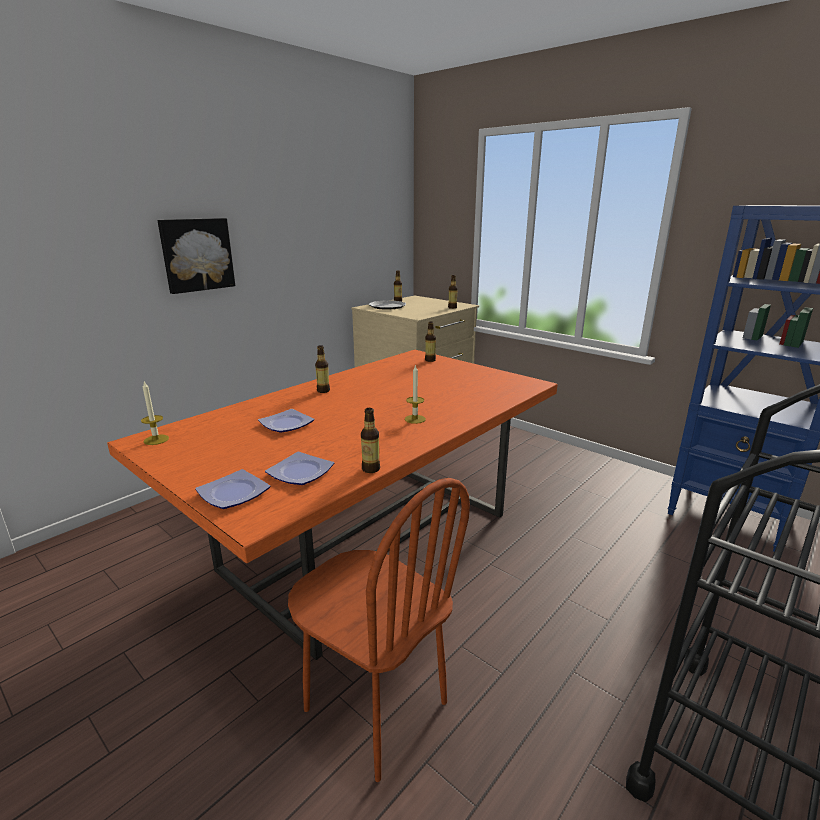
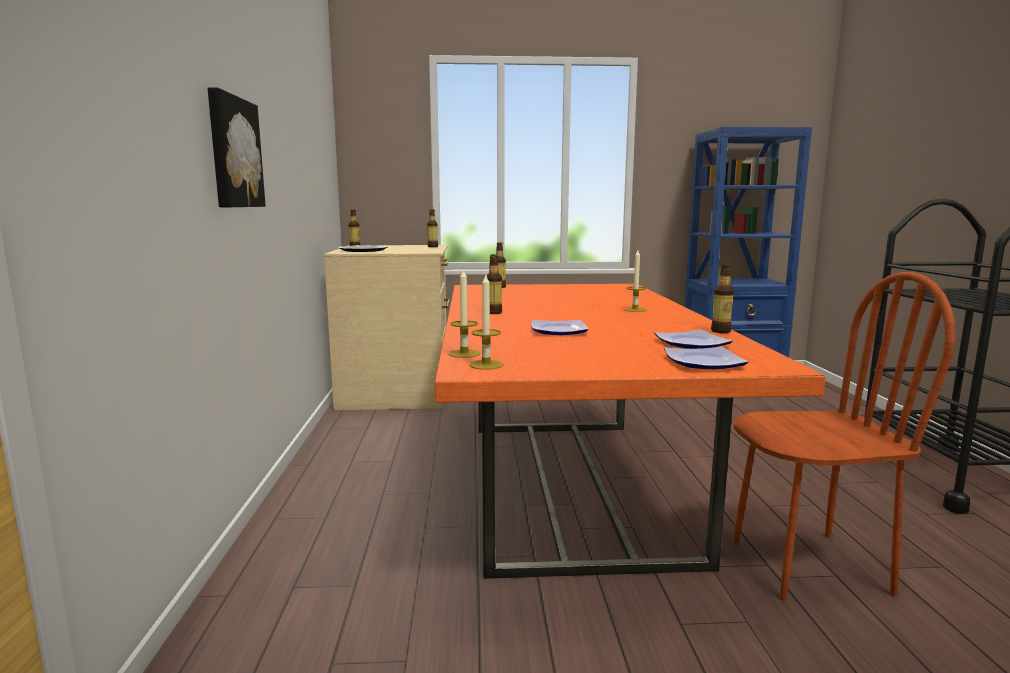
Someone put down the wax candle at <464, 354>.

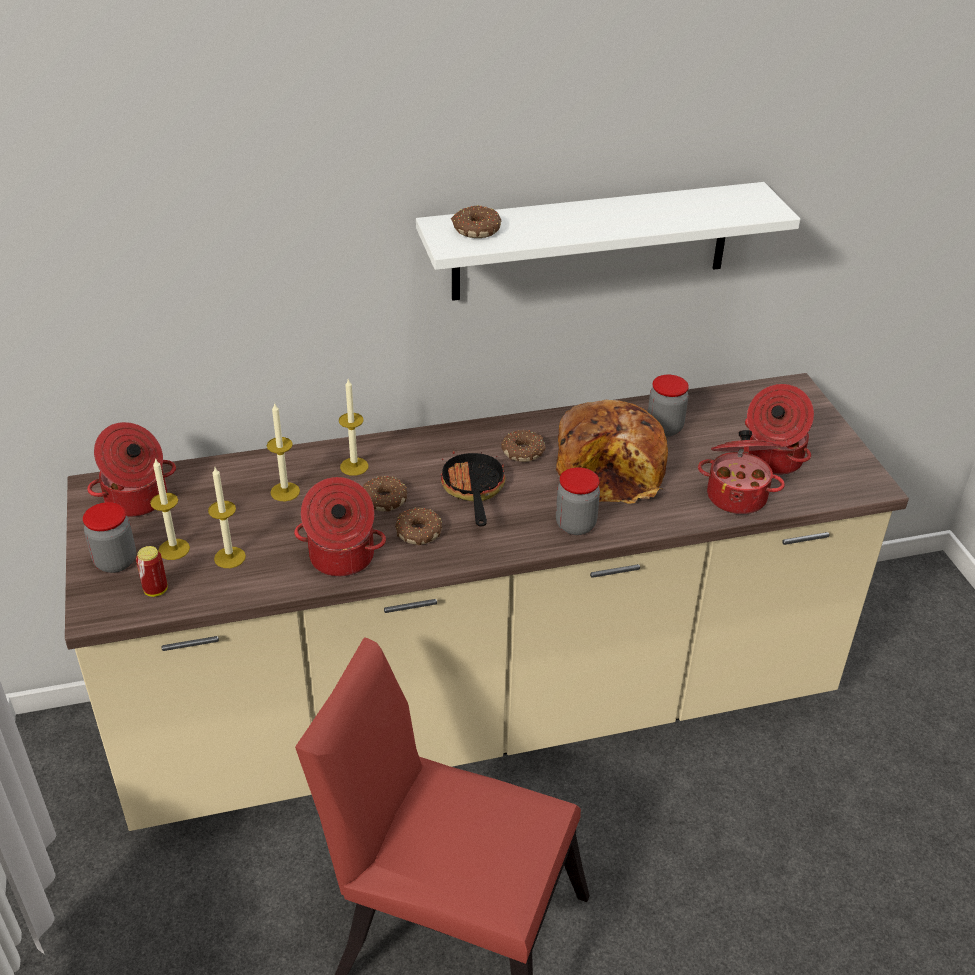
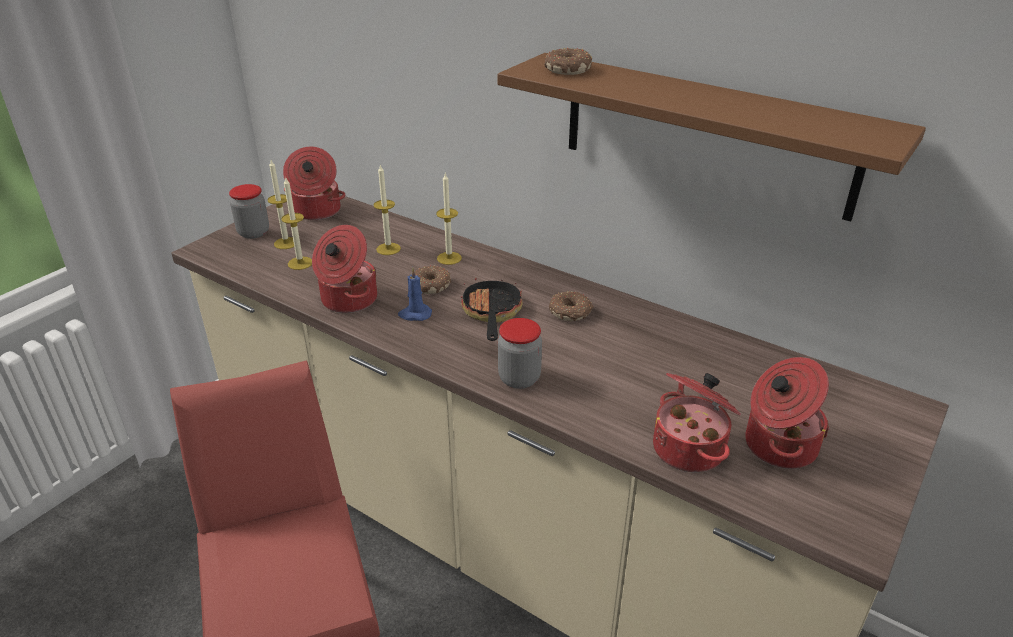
Someone repainted the wall shelf/white-coloured at <592, 241>, which became the wall shelf/brown at <705, 134>.
Someone took away the preserve jar at <664, 428>.
Someone took away the bread at <612, 468>.
Someone rotated the pan at <473, 491> by 45 degrees counterclockwise.
Someone swapped the doughnut at <418, 531> for the wax candle/blue-coloured at <415, 314>.
Someone took away the metal can at <156, 590>.

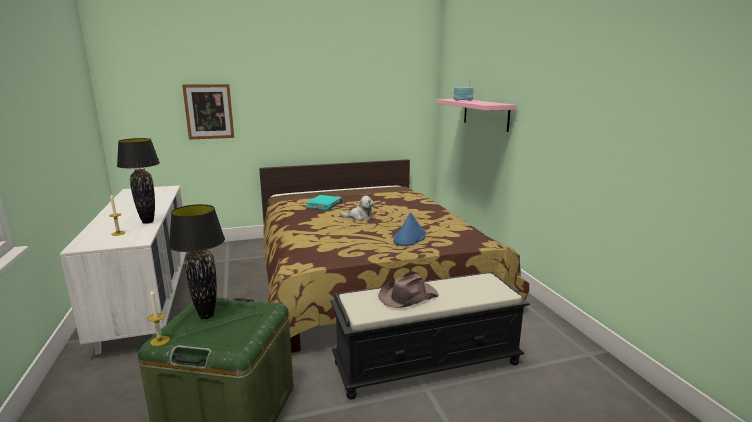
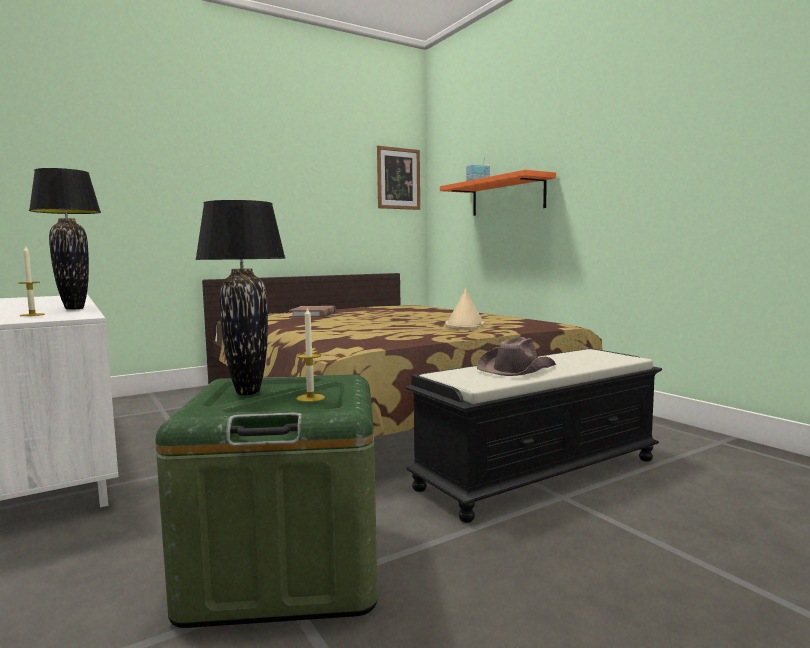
Someone carried the wall picture from <209, 111> to <398, 178>.
Someone repainted the wall shelf/pink-coloured at <485, 114>, which became the wall shelf/orangey at <507, 196>.
Someone repainted the volume/blue-green at <324, 204>, which became the volume/brown at <313, 314>.
Someone took away the soft toy at <359, 217>.
Someone repainted the hat/blue-coloured at <409, 238>, which became the hat/beige at <465, 325>.
Someone carried the wax candle from <160, 341> to <310, 398>.

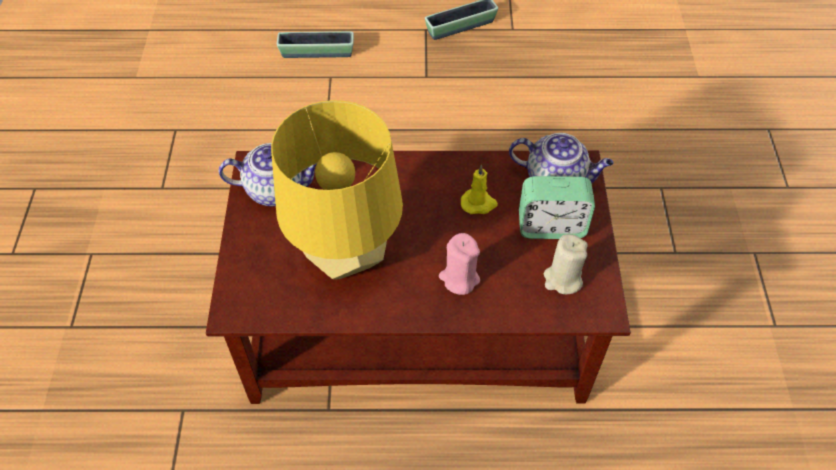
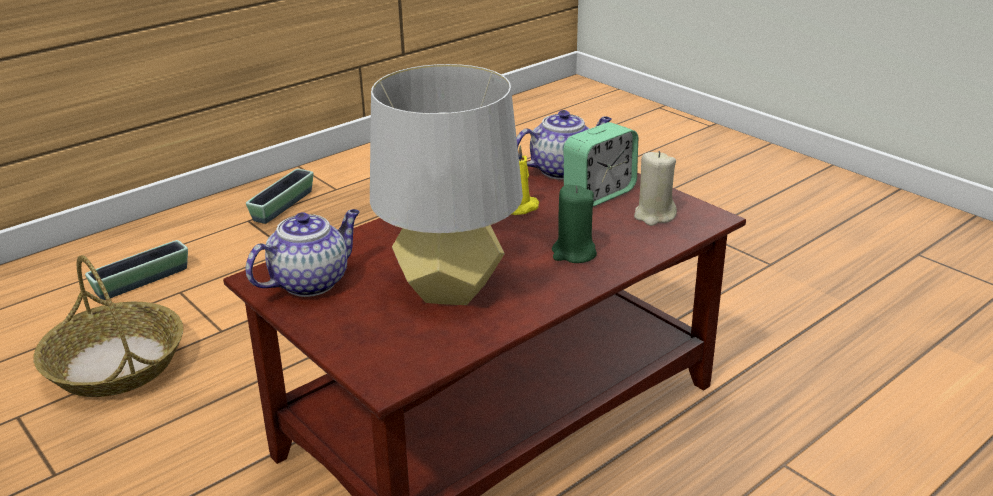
Someone repainted the table lamp/yellow-coloured at <346, 257>, which became the table lamp/grey at <451, 289>.
Someone repainted the wax candle/pink-coloured at <459, 278>, which became the wax candle/green-coloured at <573, 253>.
Someone put down the household basket at <115, 364>.

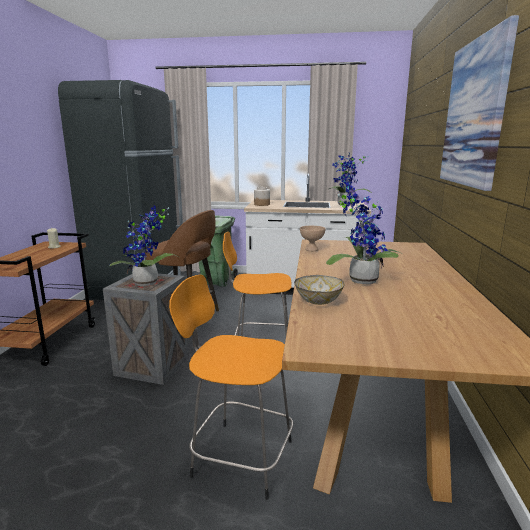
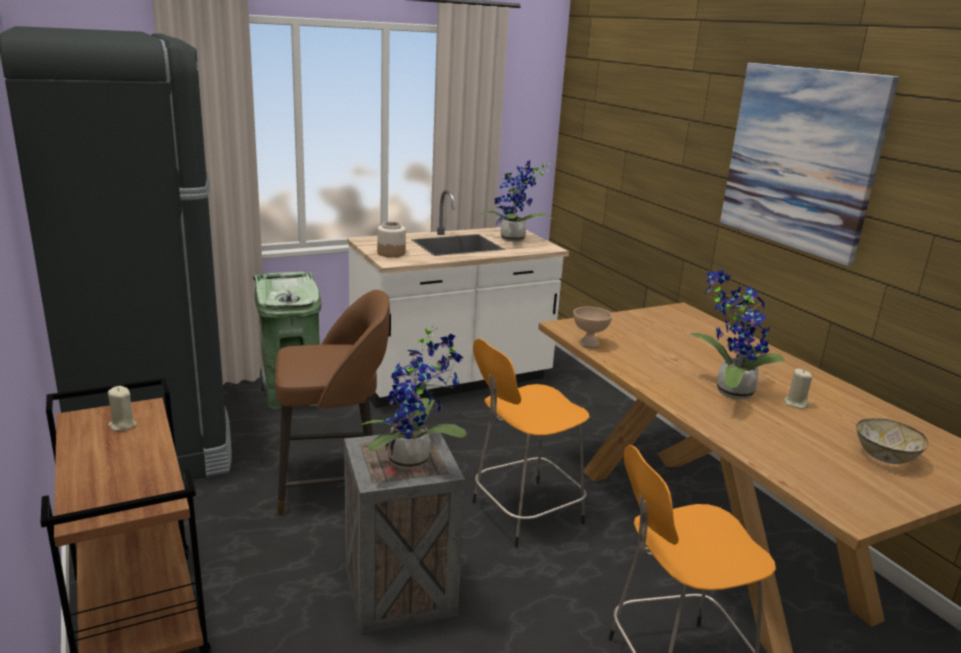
Someone carried the serving bowl from <317, 301> to <884, 457>.
Someone put down the wax candle/beige at <795, 404>.

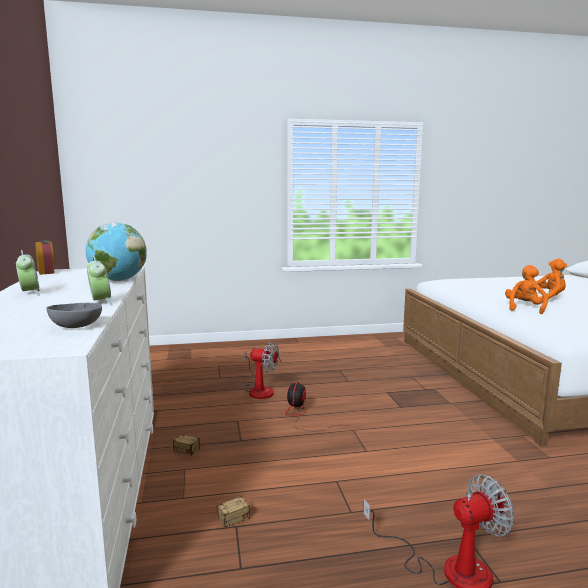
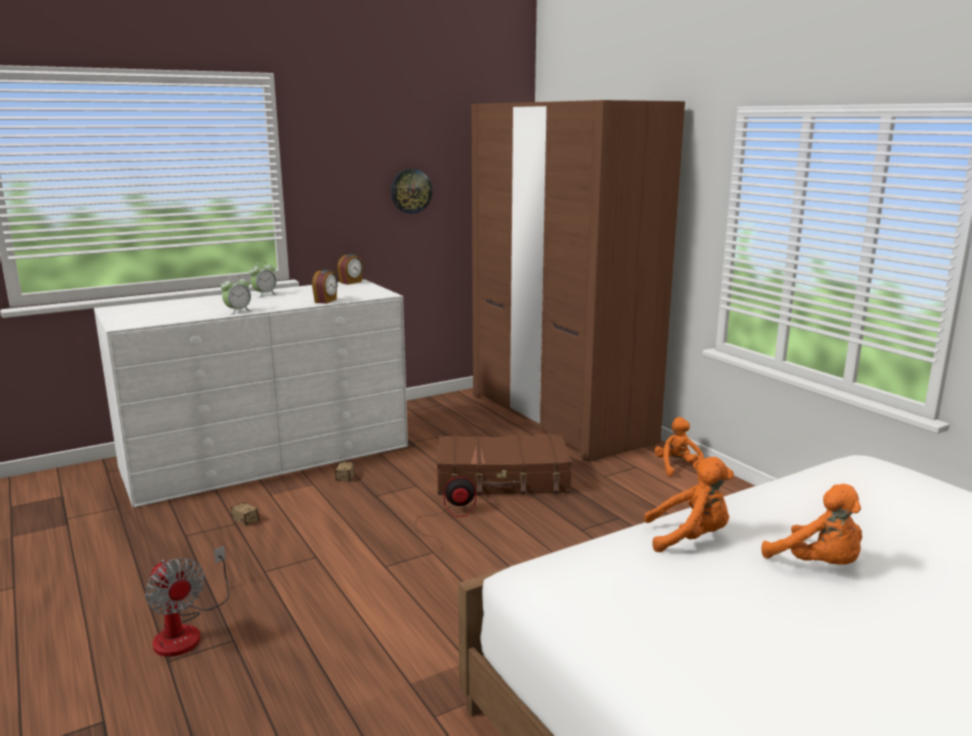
Someone swapped the globe at <118, 280> for the table clock at <326, 301>.
Someone took away the serving bowl/grey at <76, 326>.
Someone swapped the electric fan at <258, 389> for the travel case/brown at <503, 480>.
Someone put down the wardrobe/brown at <559, 418>.
Someone put up the clock on the wall at <411, 191>.
Someone put down the soft toy/orangey at <677, 467>.

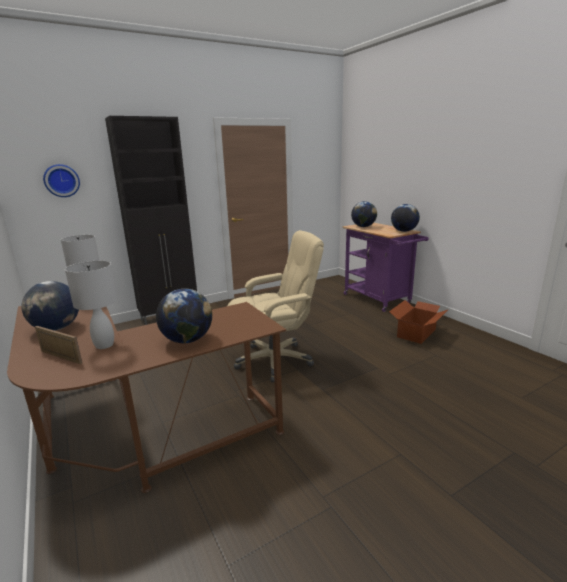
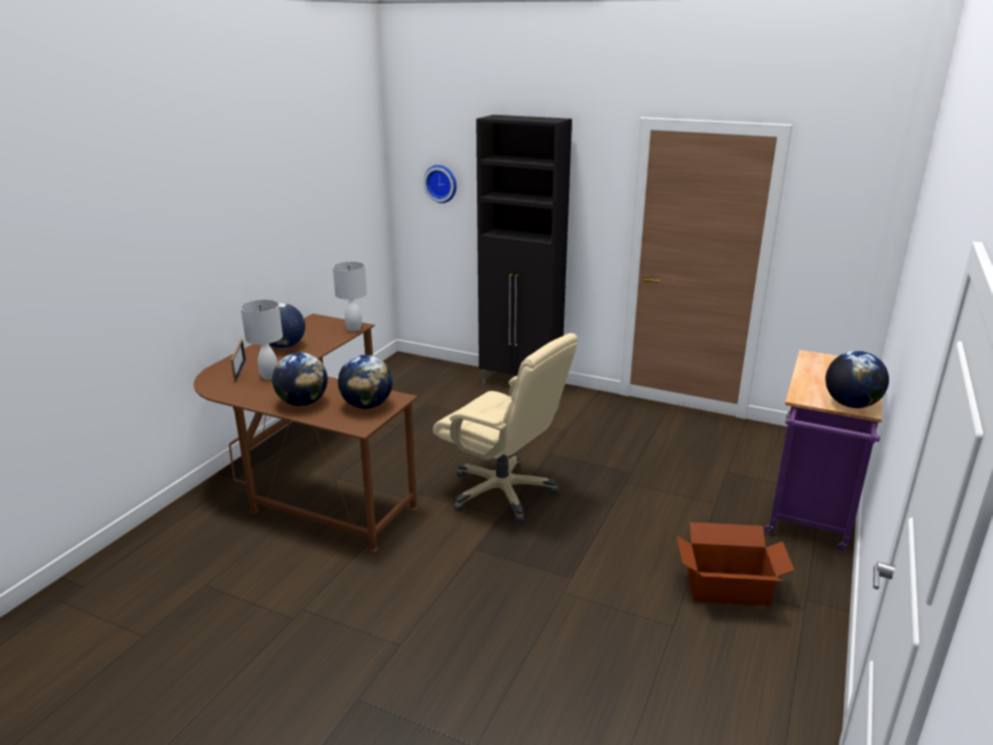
Someone carried the globe from <363, 226> to <367, 405>.

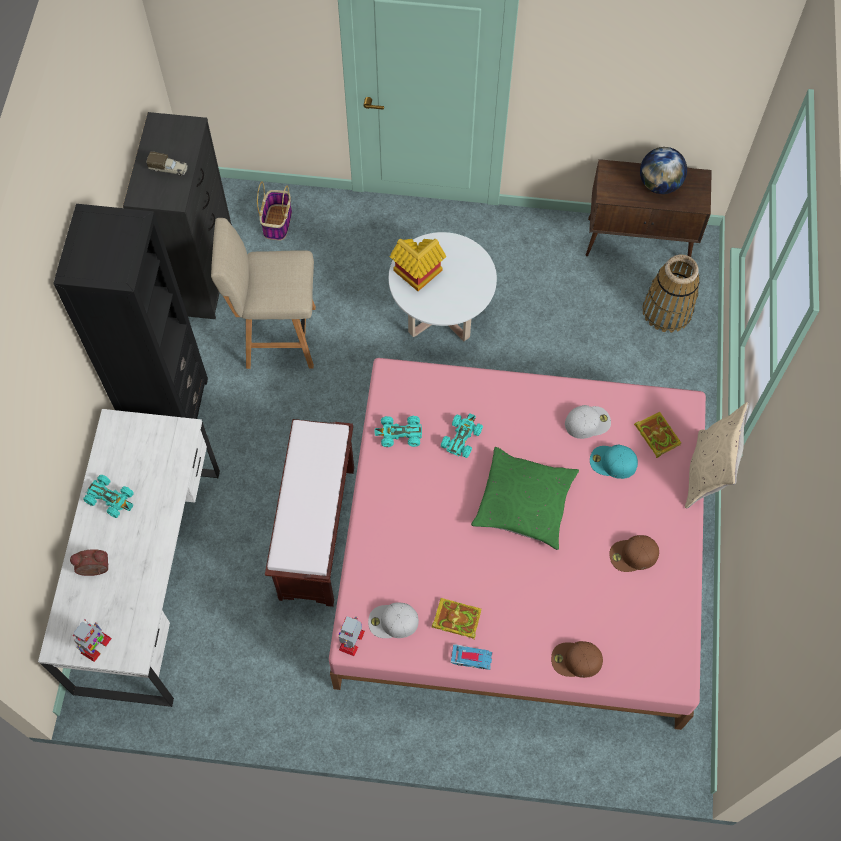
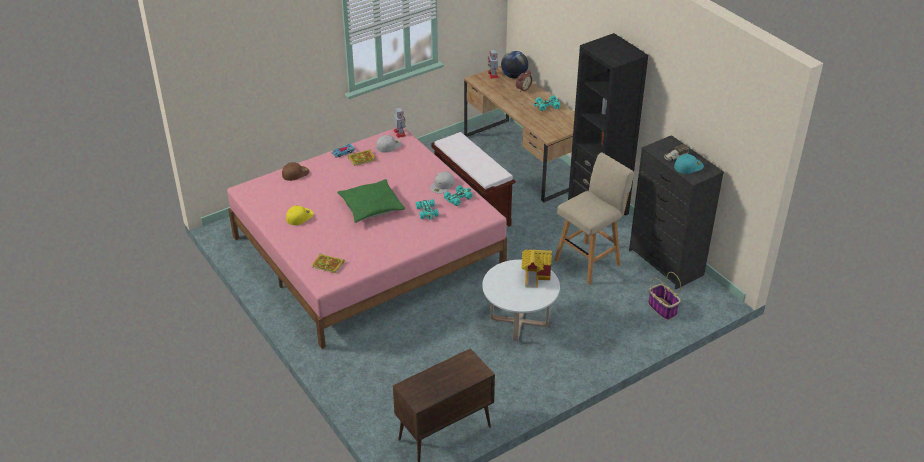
Someone carried the globe from <659, 184> to <514, 76>.
Someone took away the household basket at <667, 311>.
Someone took away the pillow/beige at <707, 472>.
Someone carried the baseball cap/white-coloured from <588, 422> to <442, 185>.
Someone repainted the desk unit/white-coloured at <149, 578>, which became the desk unit/brown at <524, 159>.
Someone carried the baseball cap/blue-green from <612, 462> to <688, 166>.
Someone repainted the baseball cap/brown at <633, 555>, which became the baseball cap/yellow-coloured at <299, 216>.

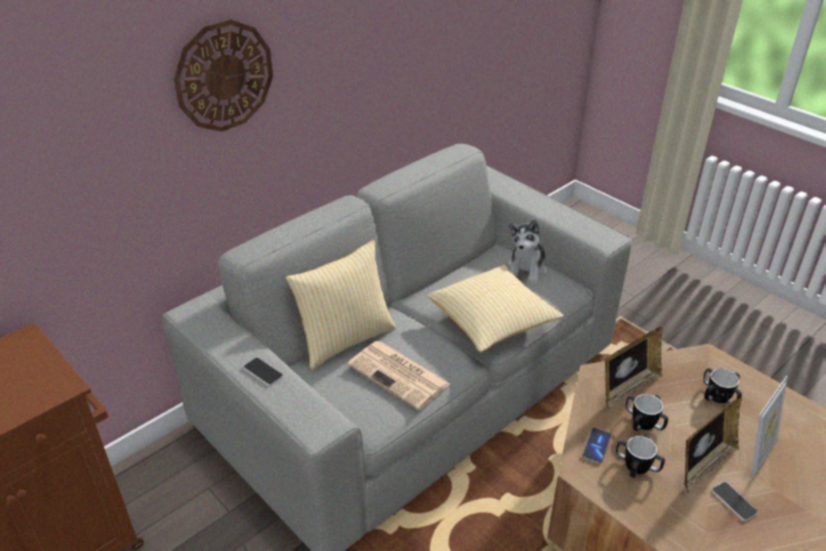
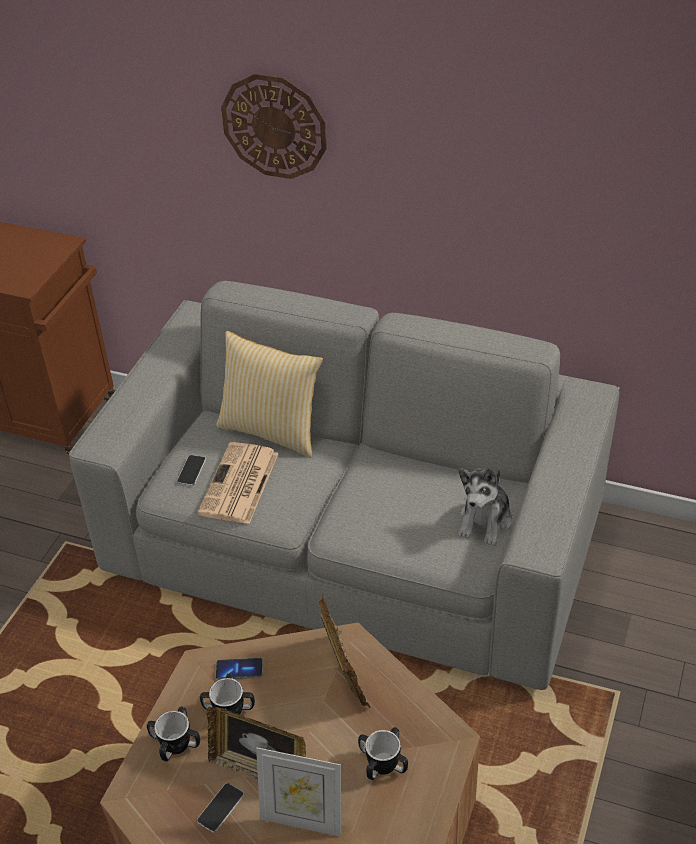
Someone rotated the soft toy at <527, 269> by 60 degrees counterclockwise.
Someone took away the pillow at <492, 321>.
Someone rotated the photo frame at <627, 388> by 135 degrees counterclockwise.
Someone carried the phone from <263, 372> to <191, 471>.
Someone carried the tea mug from <643, 422> to <176, 744>.

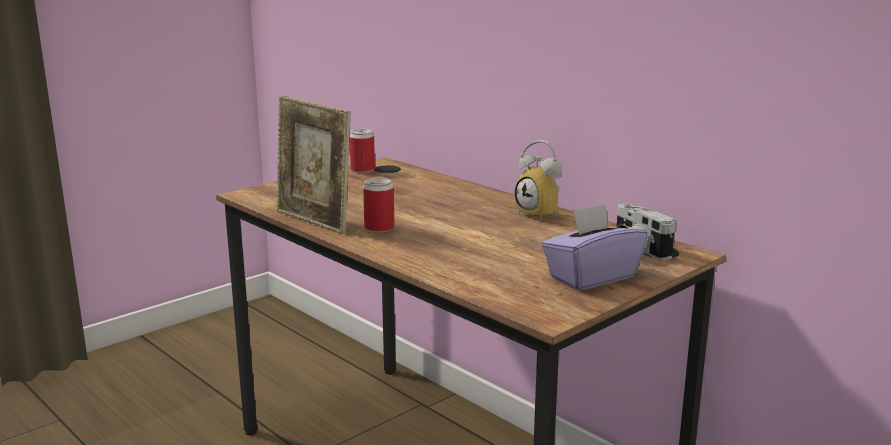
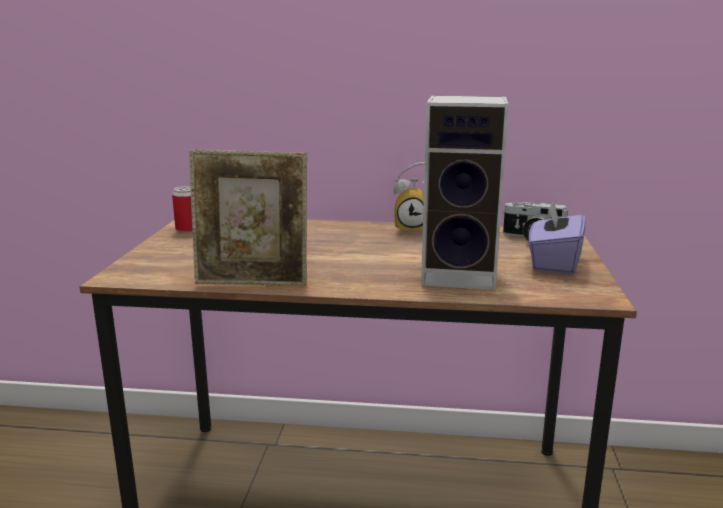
Someone took away the metal can at <379, 228>.
Someone put down the audio speaker at <462, 275>.

